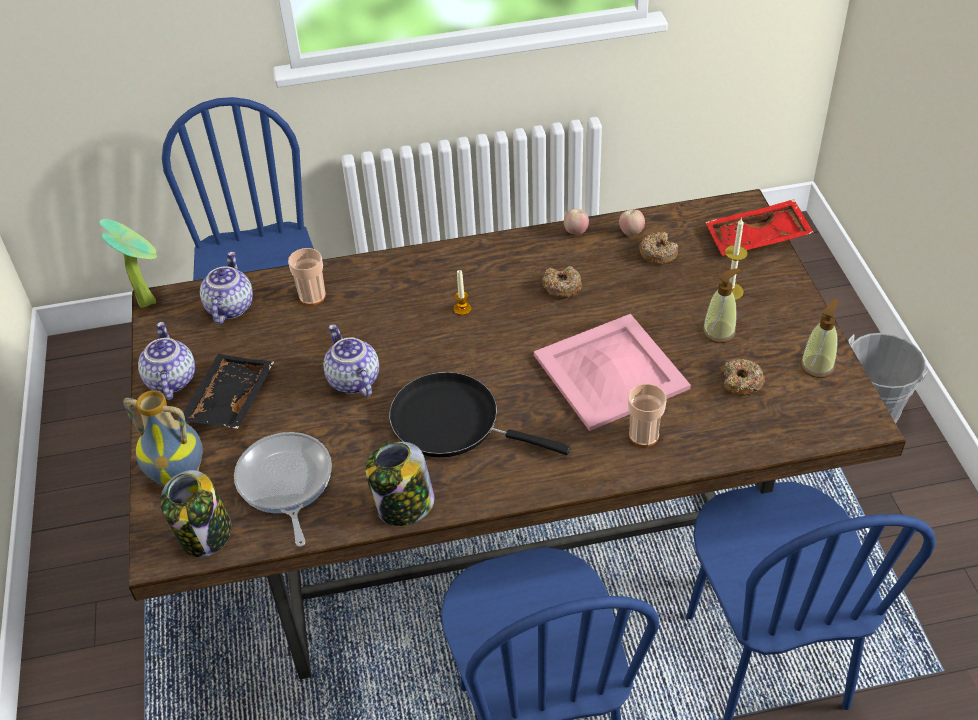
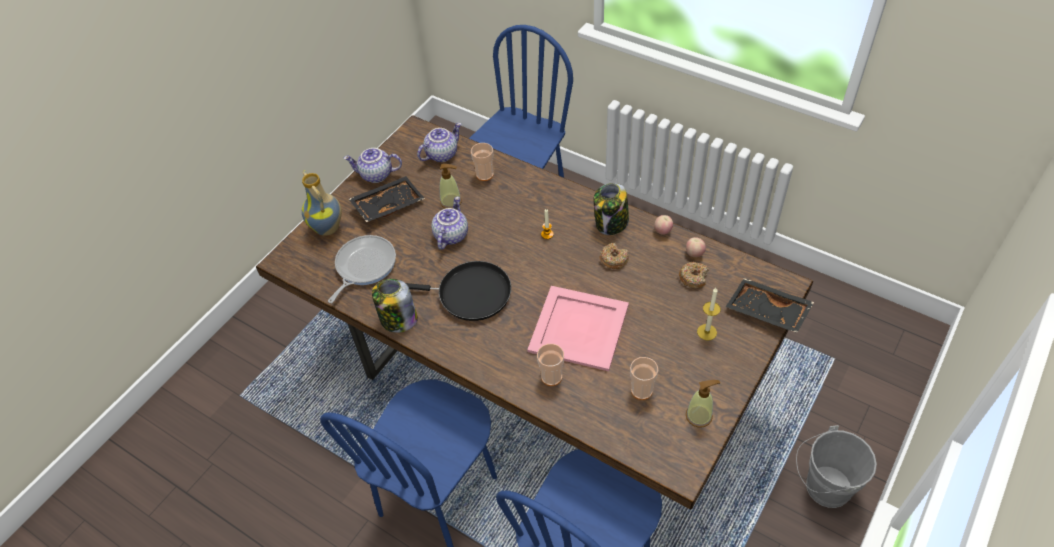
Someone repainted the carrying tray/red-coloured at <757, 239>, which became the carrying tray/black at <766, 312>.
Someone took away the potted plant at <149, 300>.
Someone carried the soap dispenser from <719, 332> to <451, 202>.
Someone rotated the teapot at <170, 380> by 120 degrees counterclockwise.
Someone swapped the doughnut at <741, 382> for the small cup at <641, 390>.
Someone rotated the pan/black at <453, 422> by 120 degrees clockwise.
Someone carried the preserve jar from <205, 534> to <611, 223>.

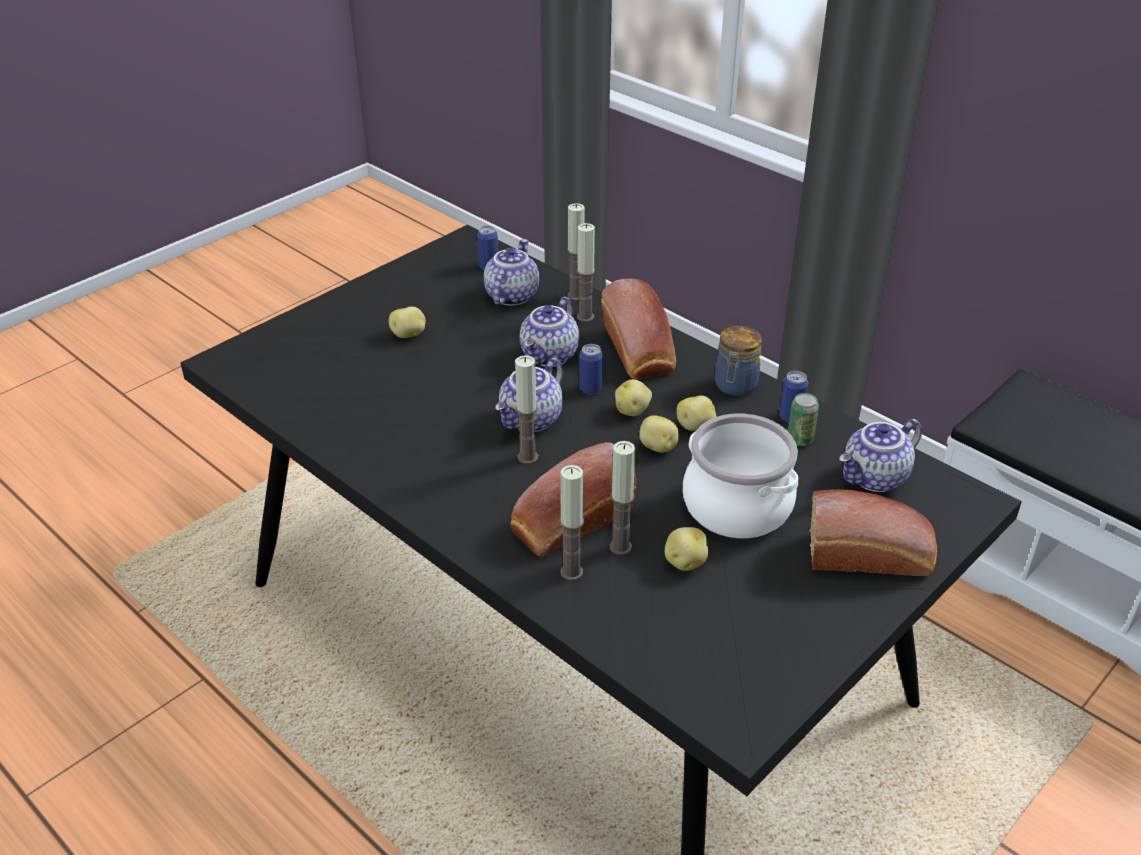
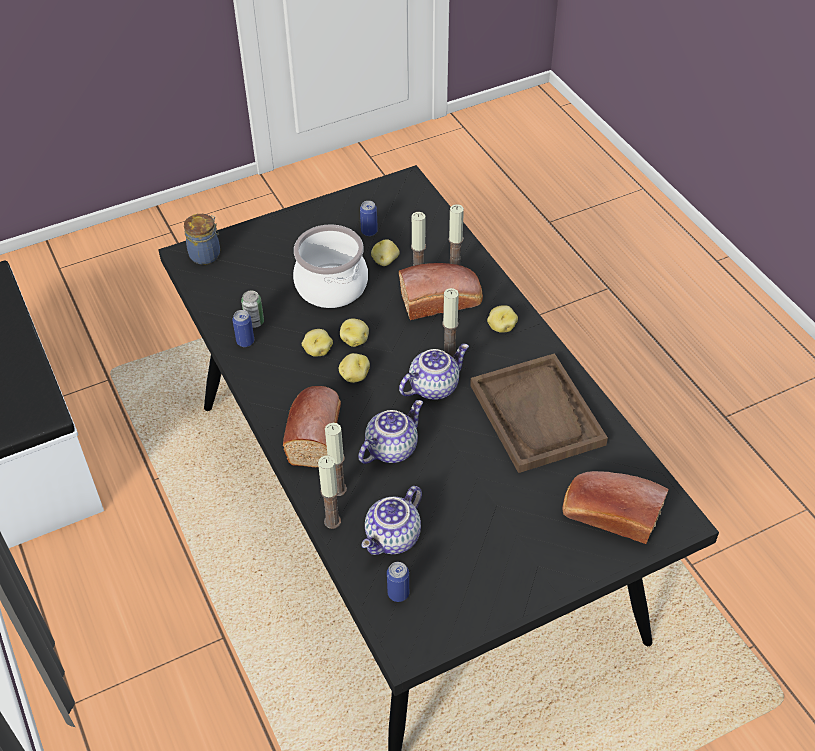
Someone carried the spud from <409, 334> to <501, 327>.
Someone carried the preserve jar from <735, 386> to <206, 254>.
Someone carried the metal can from <590, 389> to <369, 231>.
Someone took away the teapot at <875, 479>.
Someone carried the bread from <870, 555> to <608, 514>.
Someone put down the carrying tray/brown at <537, 415>.

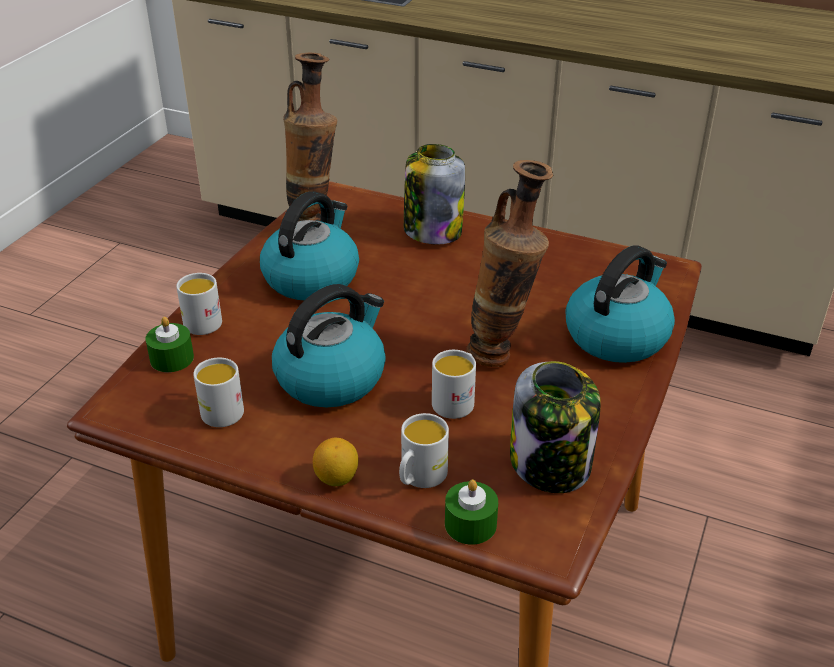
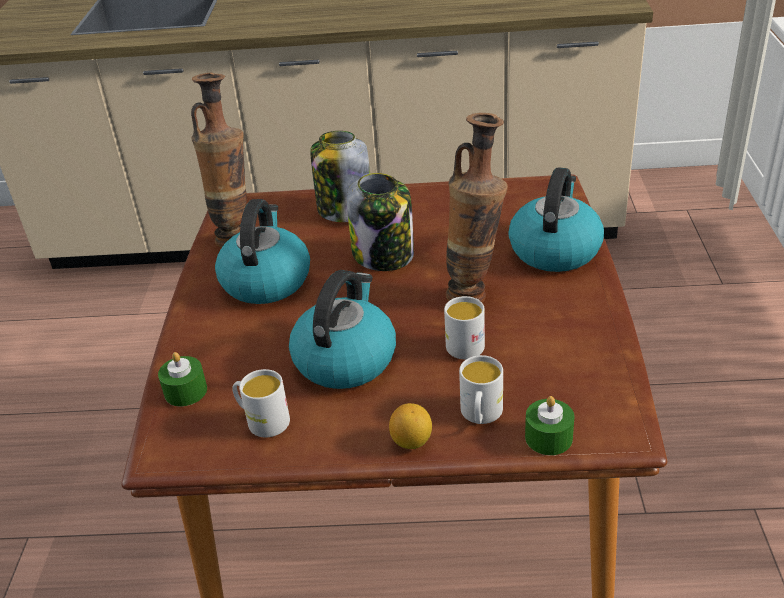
Someone took away the tea mug/white-coloured at <204, 319>.
Someone carried the preserve jar from <551, 464> to <384, 255>.

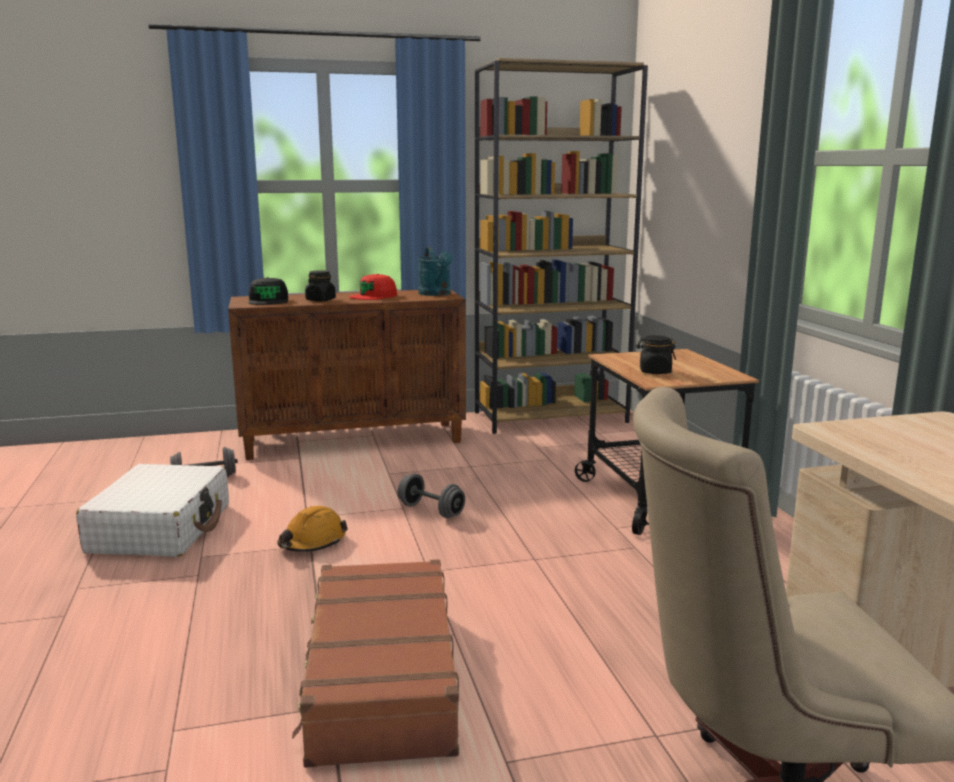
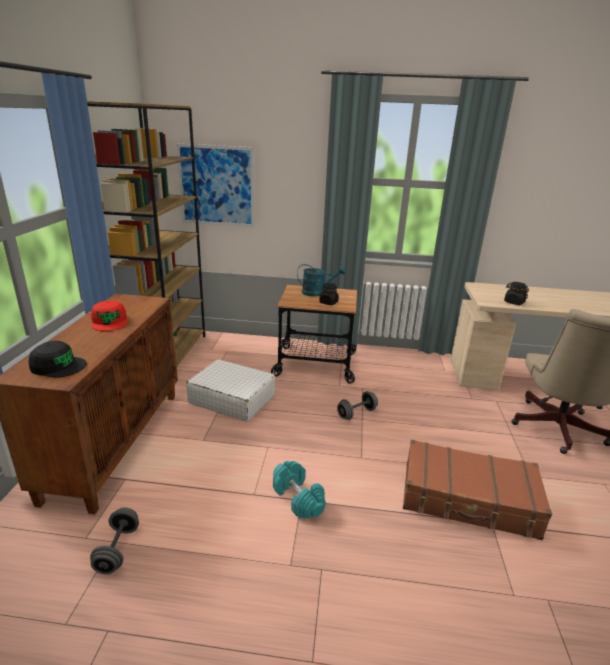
Someone carried the watering can/blue-green from <436, 294> to <317, 293>.
Someone carried the preserve jar/black from <320, 300> to <514, 302>.
Someone carried the travel case/white-coloured from <161, 528> to <231, 399>.
Someone carried the dumbbell/grey from <431, 511> to <356, 413>.
Someone swapped the safety helmet/orangey at <312, 542> for the dumbbell/blue-green at <298, 498>.
Someone put up the wall picture at <216, 186>.

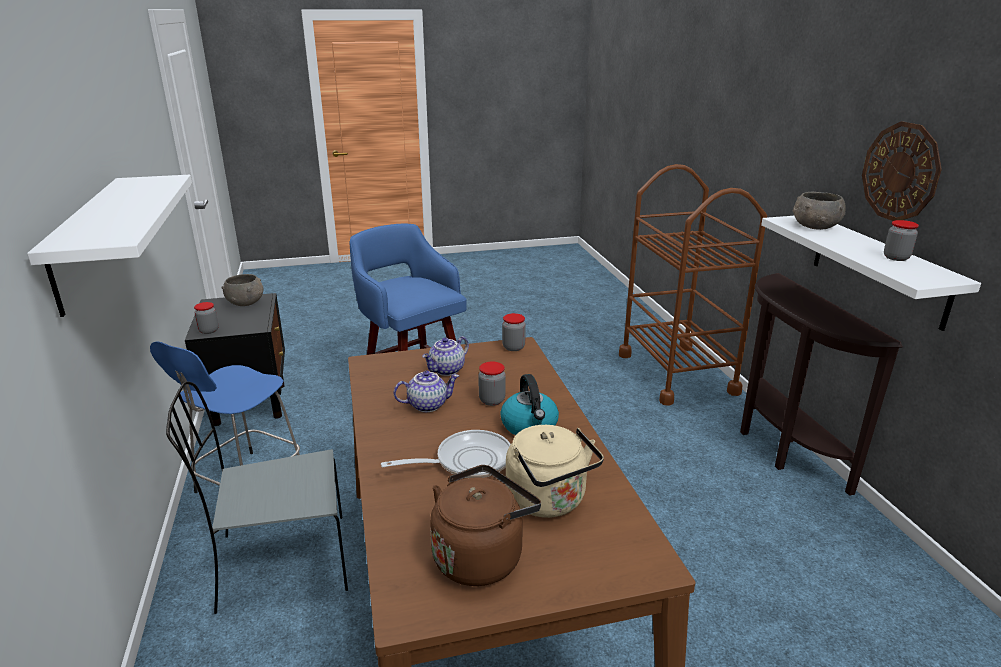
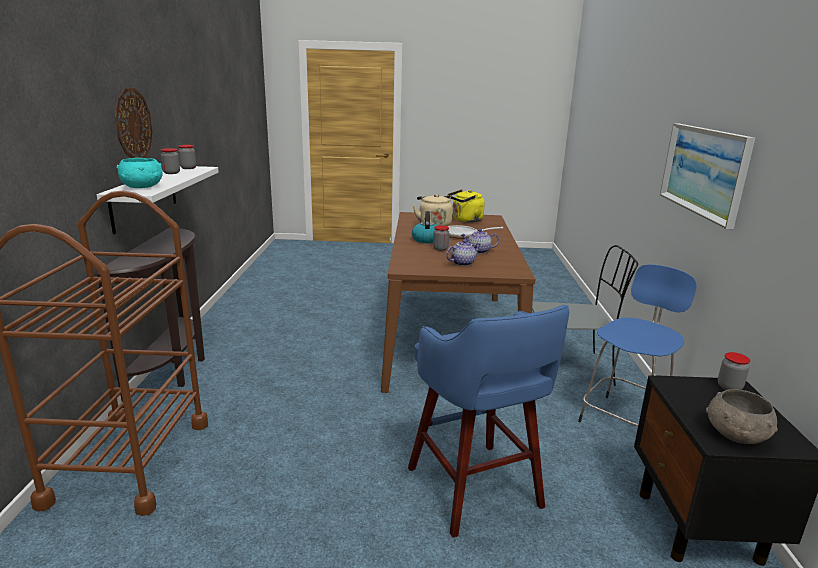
Someone swapped the wall shelf/white-coloured at <88, 241> for the wall picture at <703, 171>.
Someone repainted the serving bowl/grey at <814, 227>, which became the serving bowl/blue-green at <142, 187>.
Someone carried the preserve jar from <513, 347> to <188, 168>.
Someone repainted the kettle/brown at <481, 556>, which became the kettle/yellow-coloured at <465, 220>.

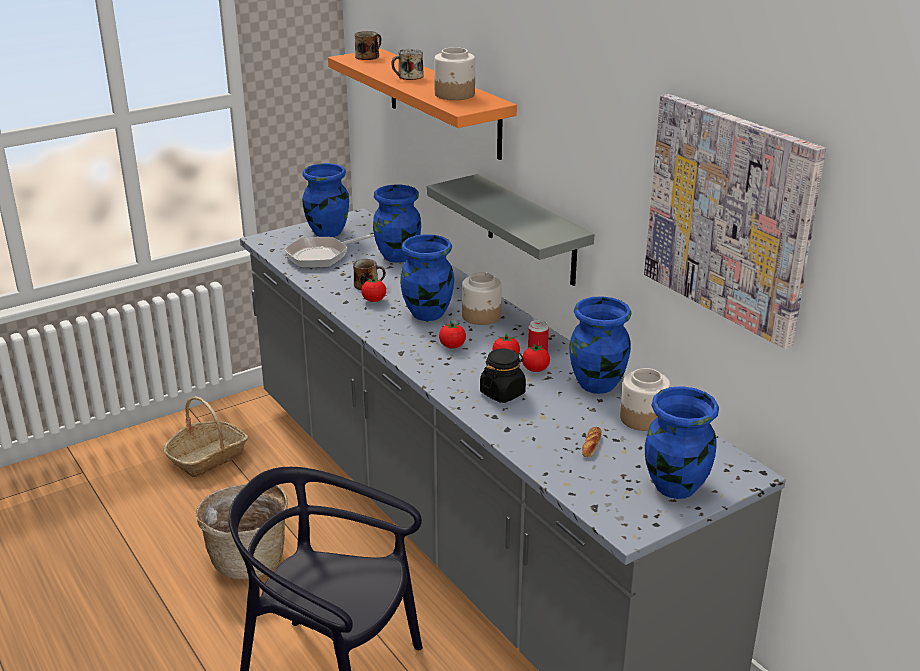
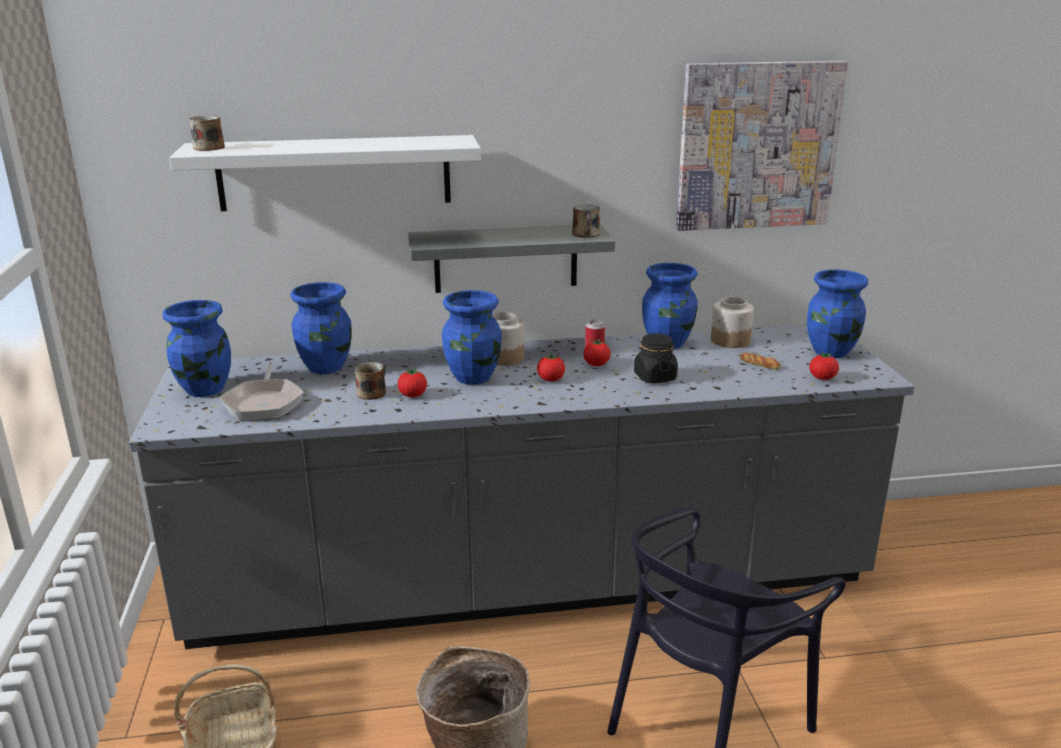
Someone took away the preserve jar at <455, 94>.
Someone repainted the wall shelf/orangey at <443, 103>, which became the wall shelf/white-coloured at <334, 173>.
Someone carried the tea mug from <409, 76> to <586, 234>.
Someone carried the tomato from <535, 369> to <822, 378>.

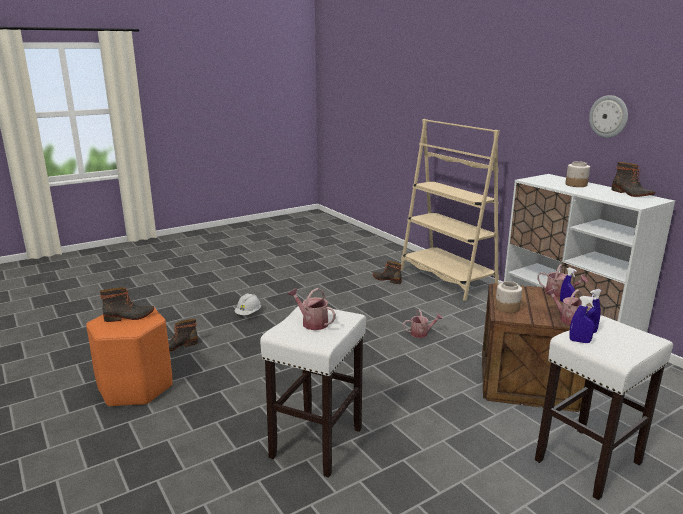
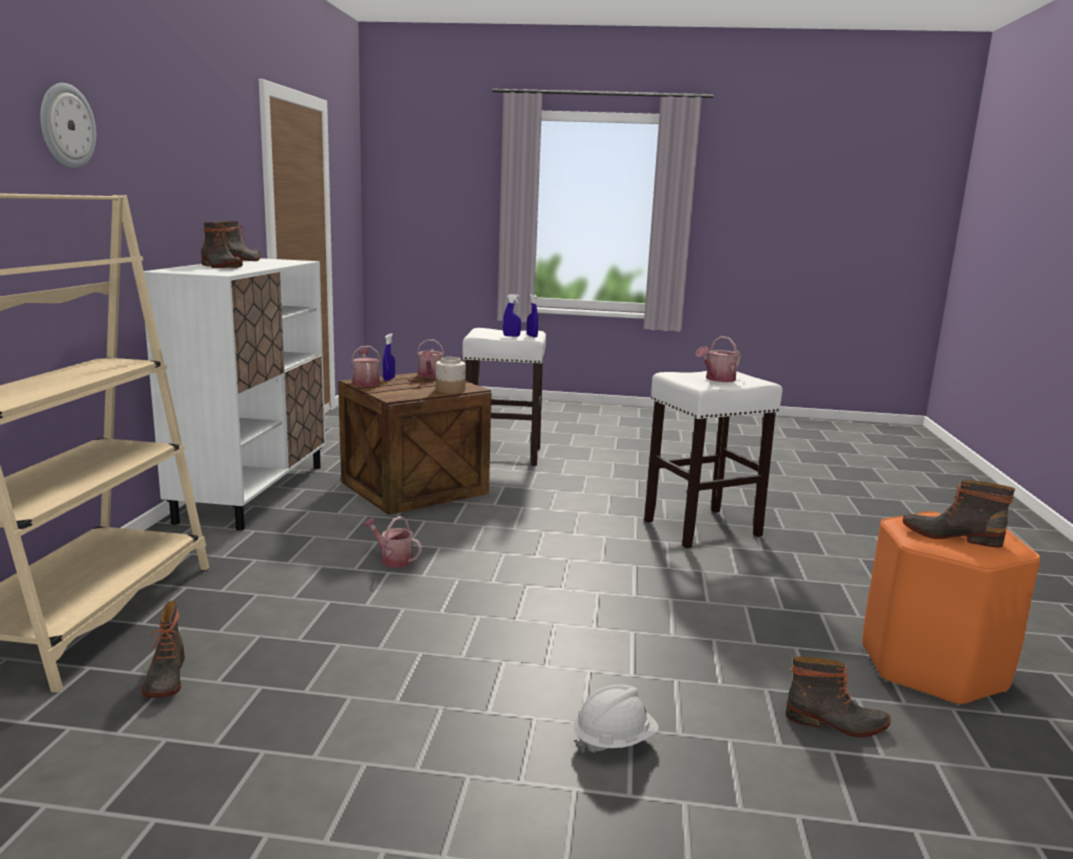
Someone carried the clock on the wall from <609, 116> to <66, 126>.
Someone swapped the preserve jar at <576, 185> for the high-top boot at <220, 266>.
Someone rotated the watering can at <312, 322> by 60 degrees clockwise.

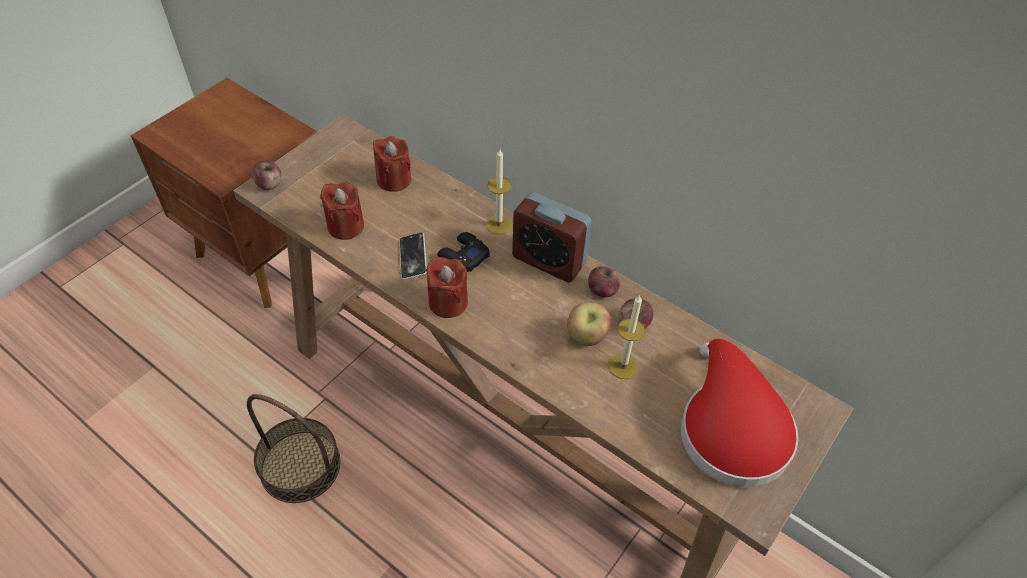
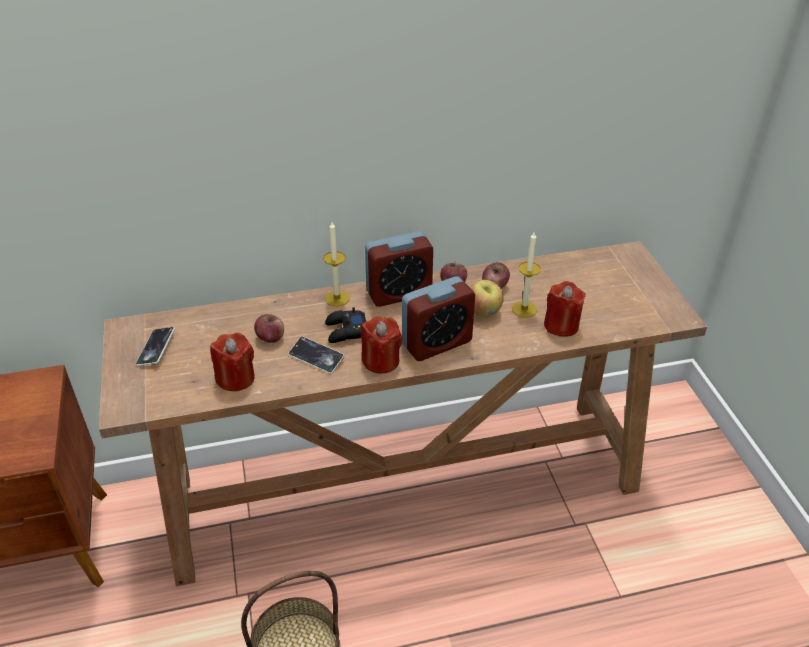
Someone carried the wax candle/red-coloured from <394, 179> to <561, 325>.
Someone carried the apple from <269, 184> to <270, 337>.
Someone took away the hat/red-coloured at <730, 428>.
Someone put down the table clock at <437, 343>.
Someone put down the phone at <156, 349>.

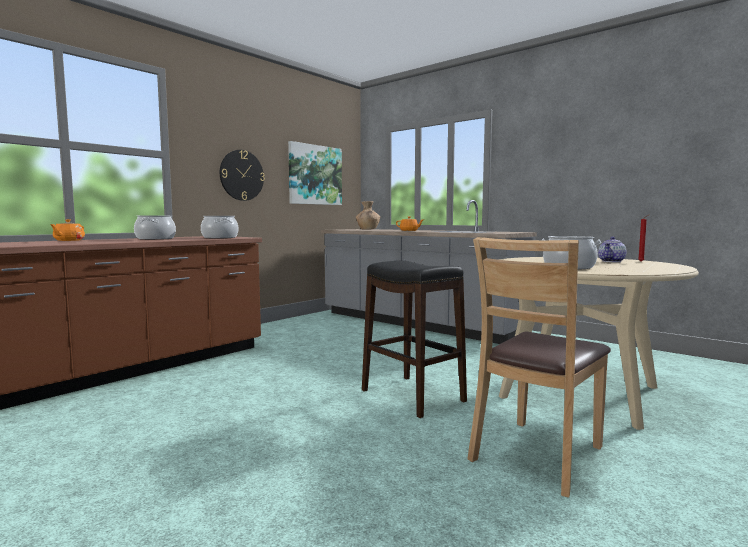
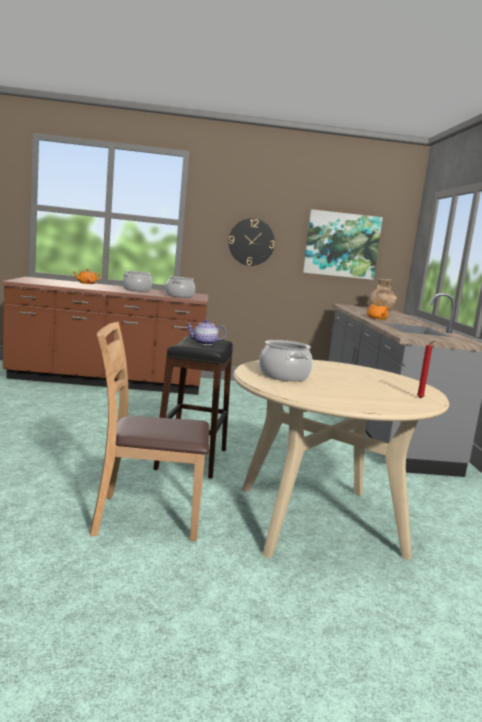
Someone carried the teapot from <612, 261> to <204, 343>.

